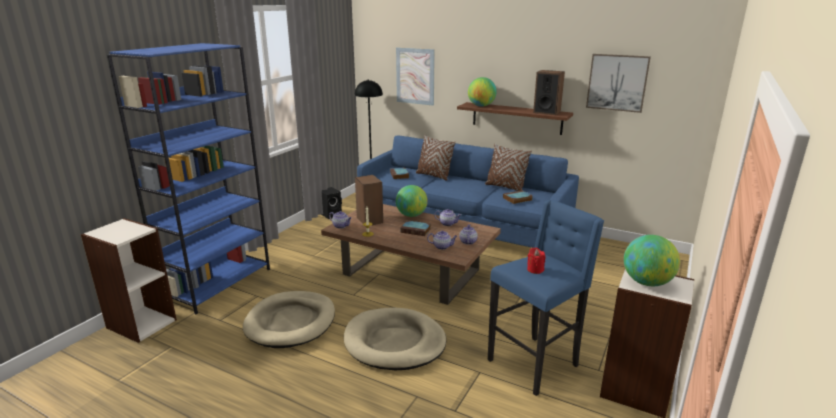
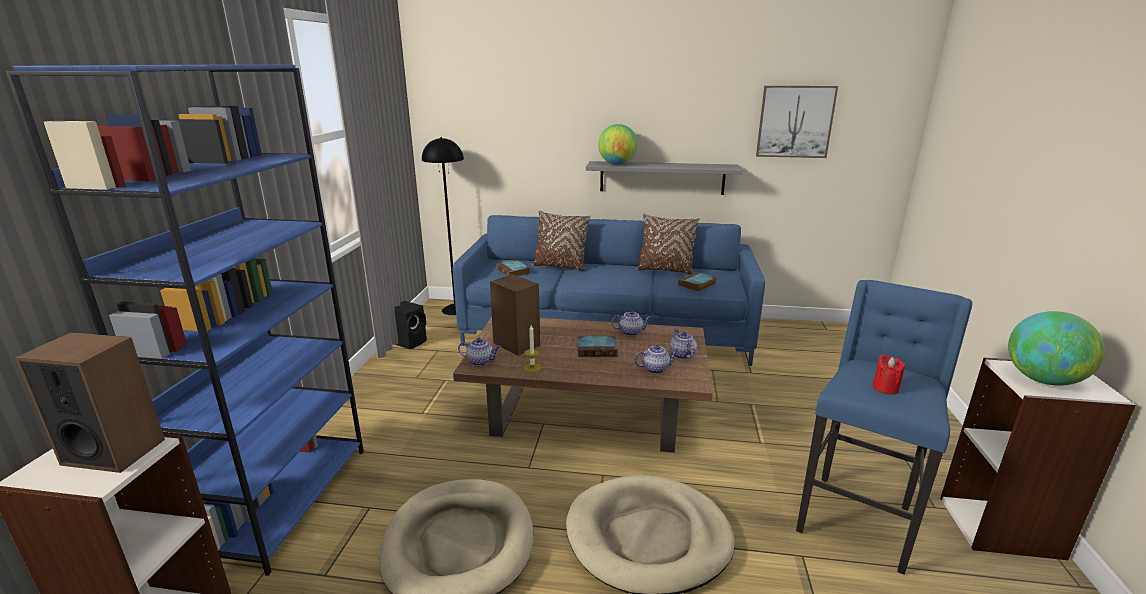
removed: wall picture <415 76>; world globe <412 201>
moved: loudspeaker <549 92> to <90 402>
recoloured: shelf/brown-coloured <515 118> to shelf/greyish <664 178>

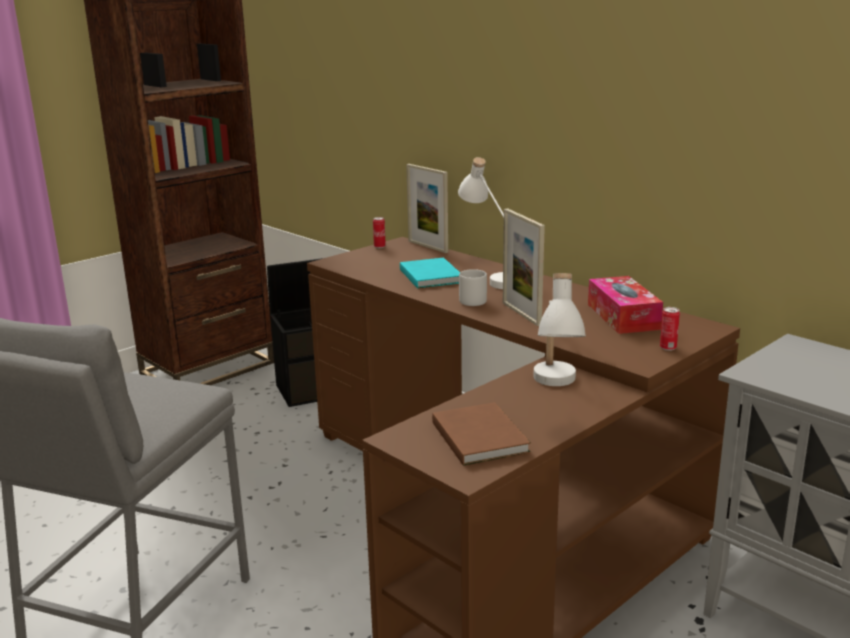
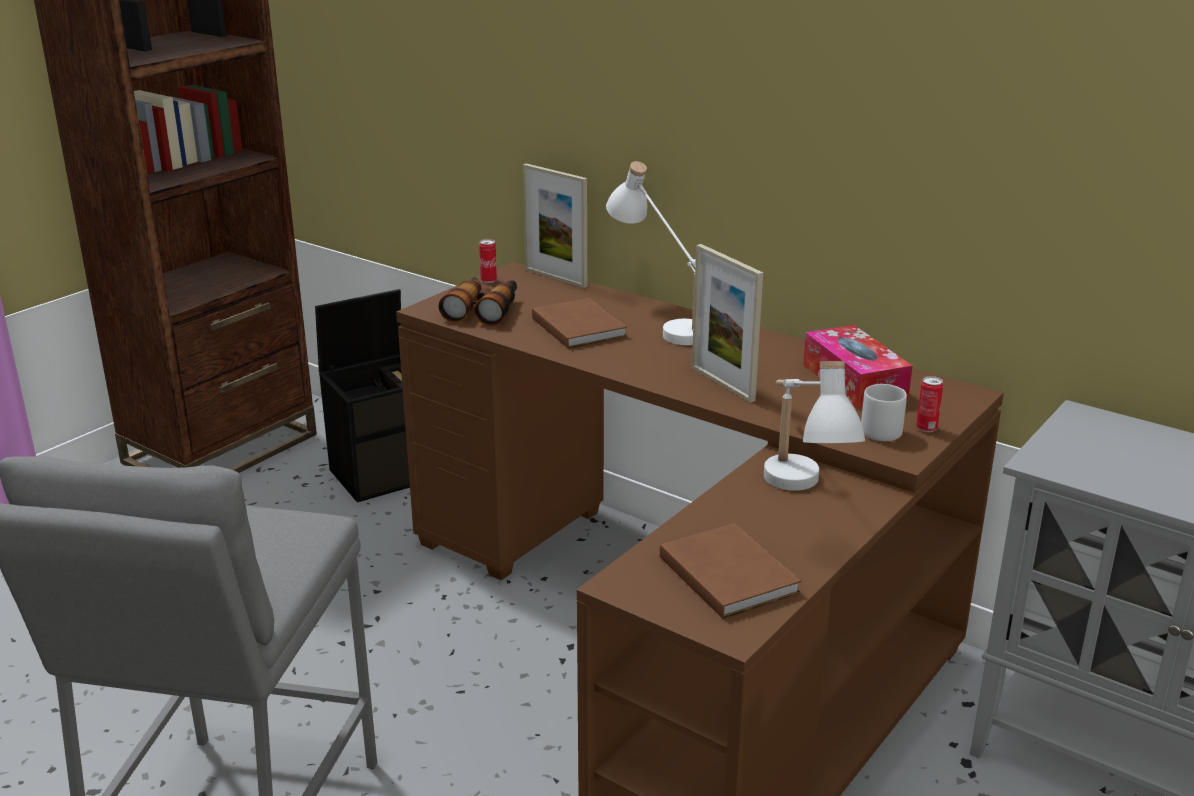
added: pair of binoculars <478 301>
moved: mug/greyish <473 287> to <884 412>
recoloured: bound book/blue-green <430 272> to bound book/brown-coloured <579 323>

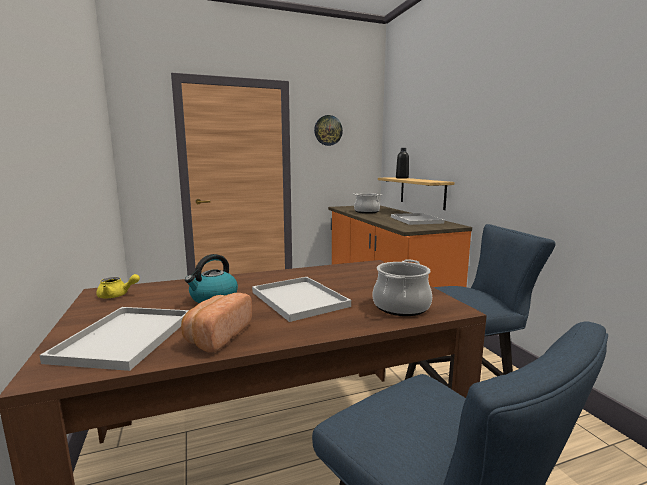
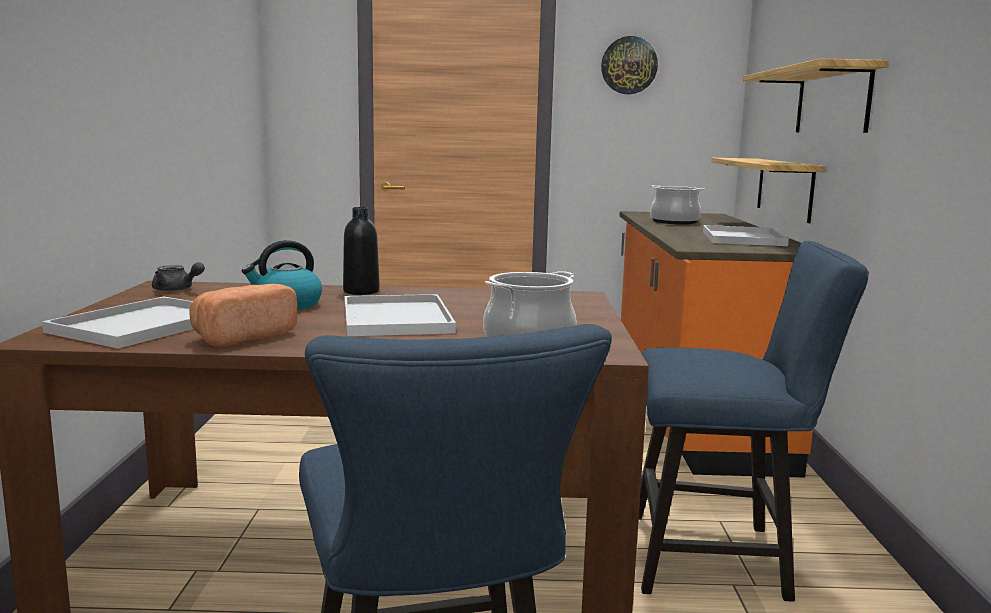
added: shelf <815 95>
moved: drink bottle/blackish <402 163> to <361 251>
recoloured: tea pot/yellow <118 286> to tea pot/greyish <178 277>

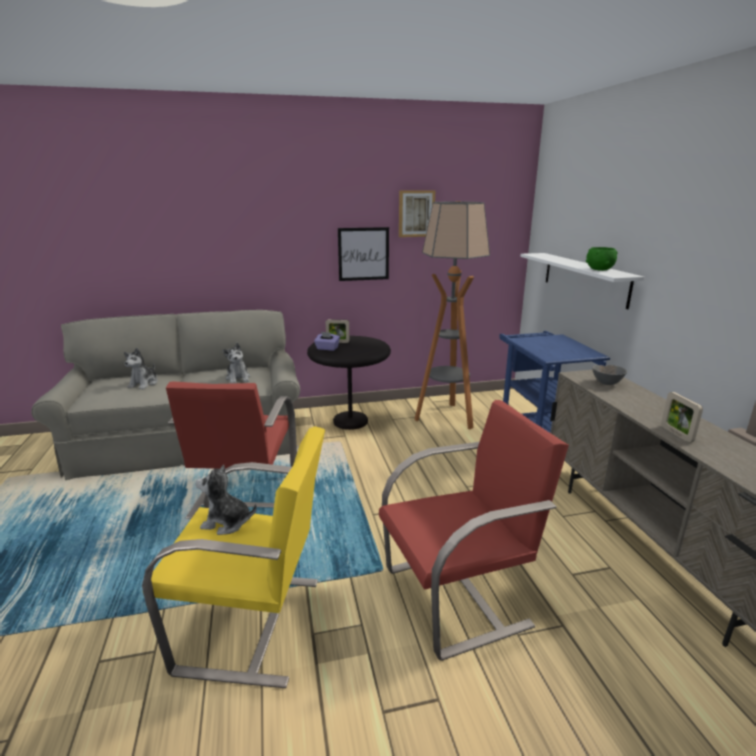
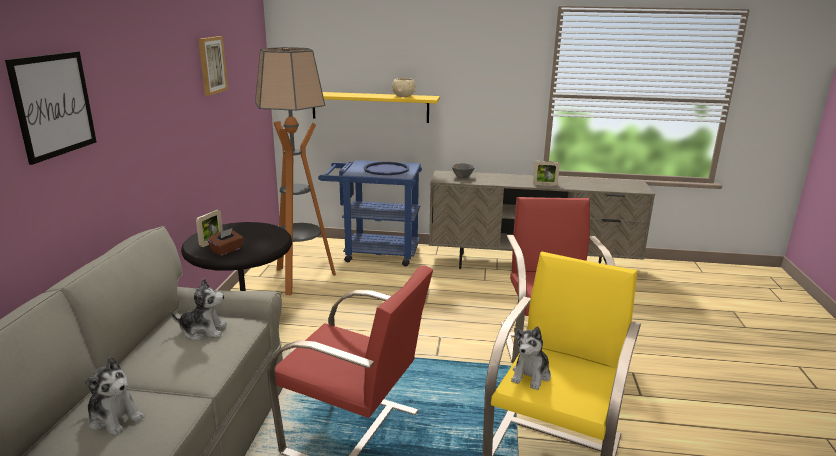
added: serving tray/bluish <386 168>
moved: wall picture <363 254> to <50 108>
recoloured: tissue box/purple-coloured <327 341> to tissue box/brown-coloured <225 242>; shelf/white-coloured <582 281> to shelf/yellow <376 107>; bowl/greenish <602 259> to bowl/sand-coloured <404 87>

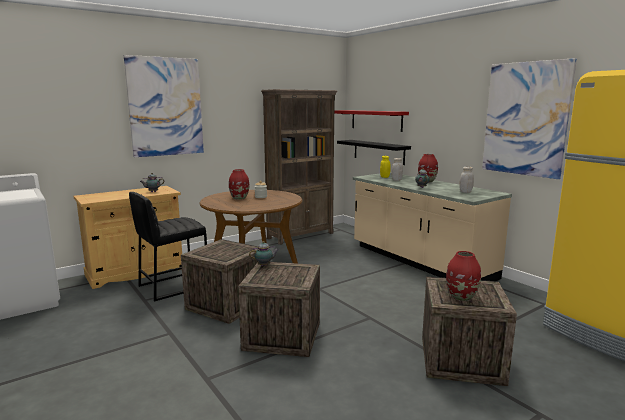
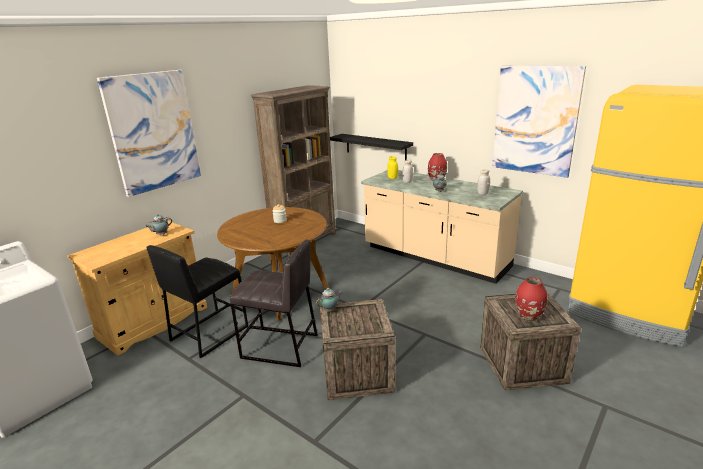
removed: flower vase/red <239 184>; shelf/red <371 121>
replaced: packing crate <219 281> to stool seat/greyish <274 303>

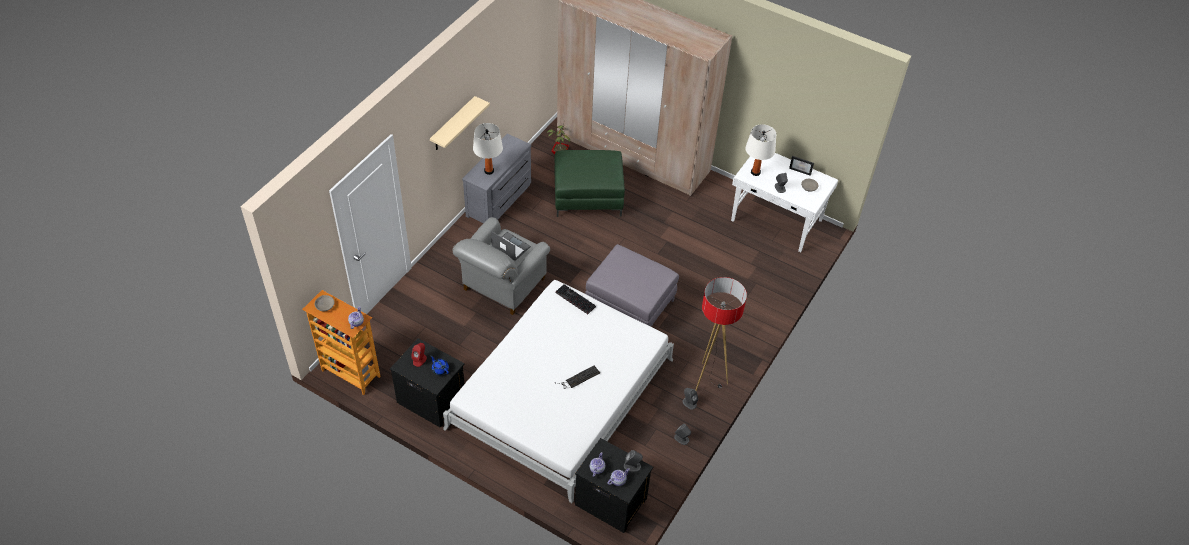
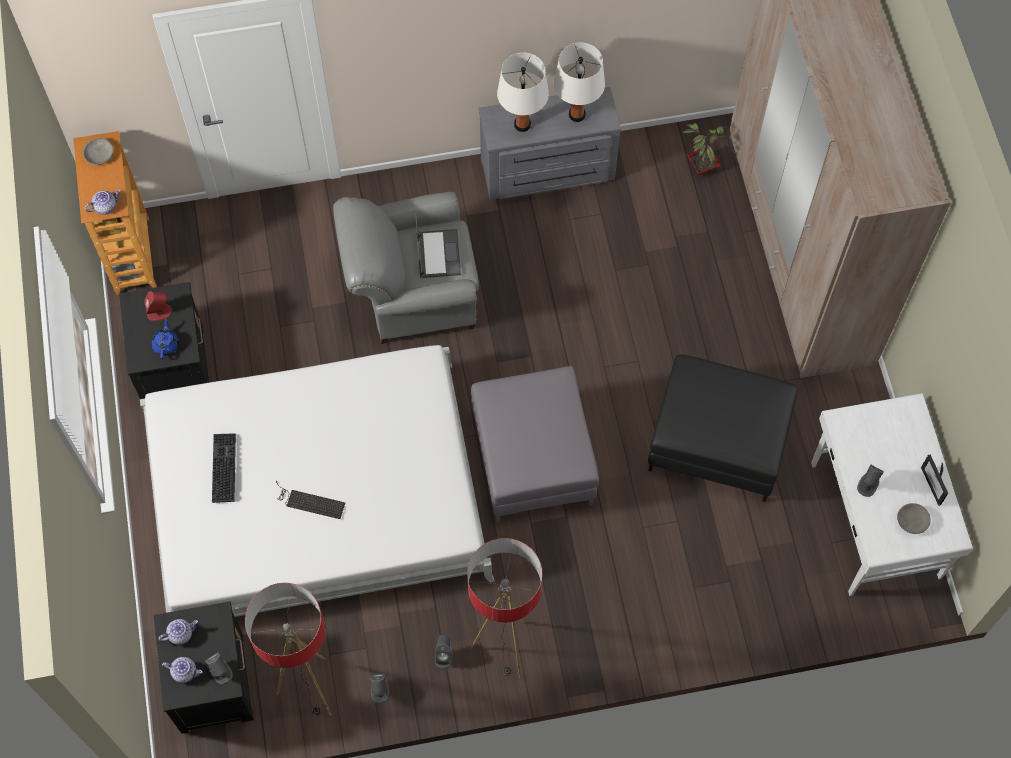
removed: shelf/sand-coloured <460 123>; ottoman/greenish <589 183>
added: standing lamp <288 649>; ottoman/blackish <723 428>
moved: computer keyboard <575 299> to <224 468>; lamp for a table/white-coloured <760 150> to <579 82>

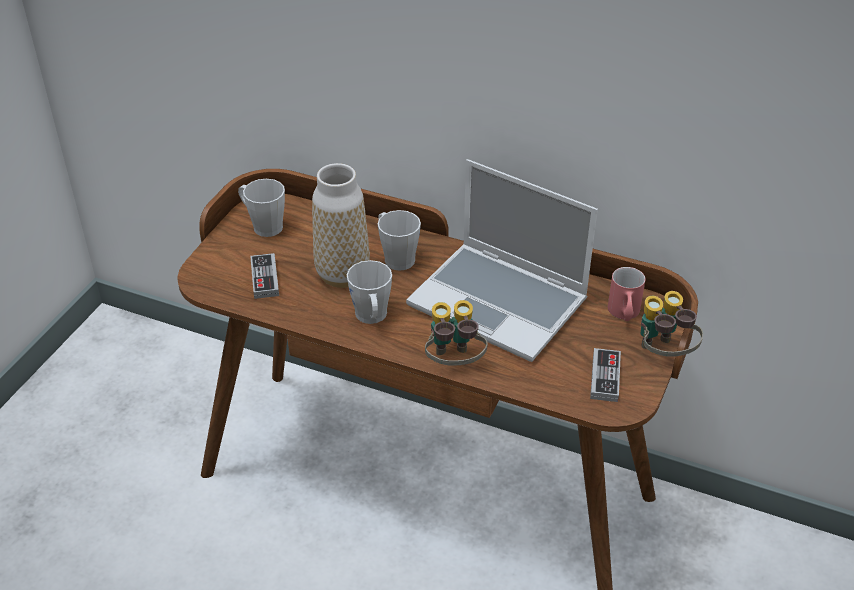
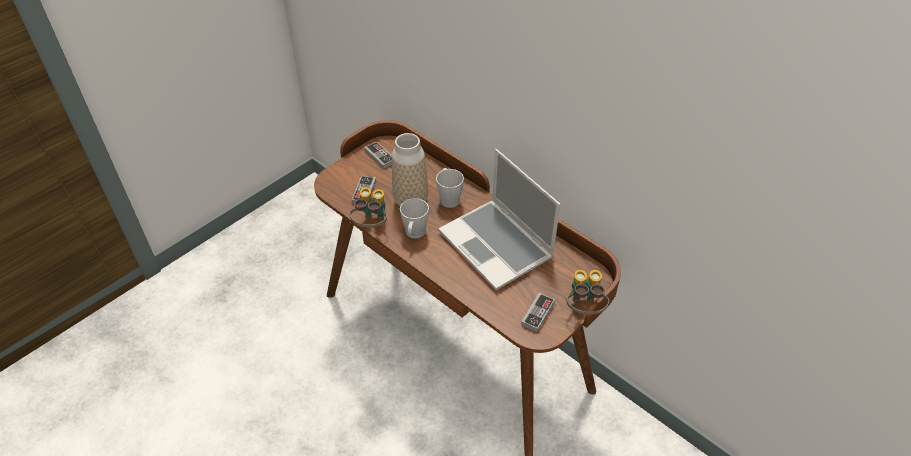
removed: mug/red <626 294>
moved: pair of binoculars <456 333> to <368 207>
replaced: mug/greyish <261 208> to gamepad <378 155>

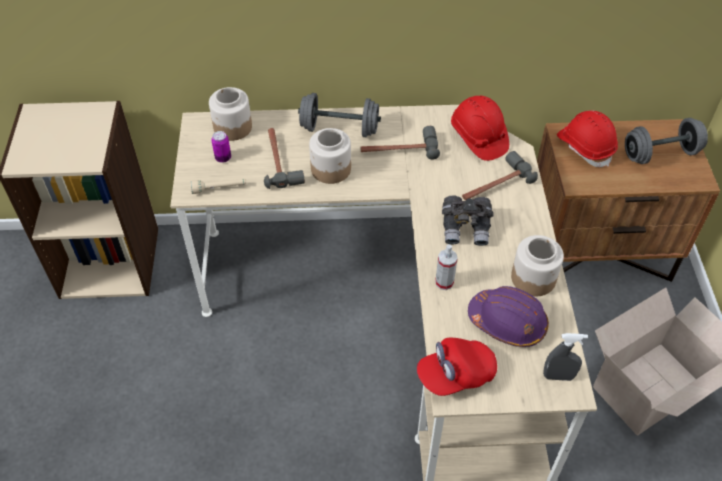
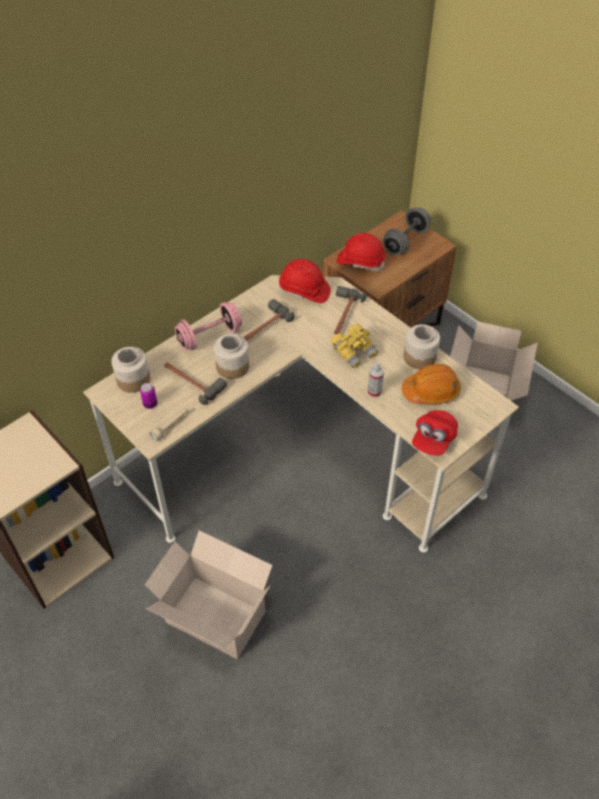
removed: hand sprayer/greyish <565 357>
added: packing box <208 594>
recoloured: dumbbell/greyish <339 115> to dumbbell/pink-coloured <208 326>; pair of binoculars/greyish <468 220> to pair of binoculars/yellow <354 346>; hard hat/purple-coloured <508 316> to hard hat/orange <431 384>

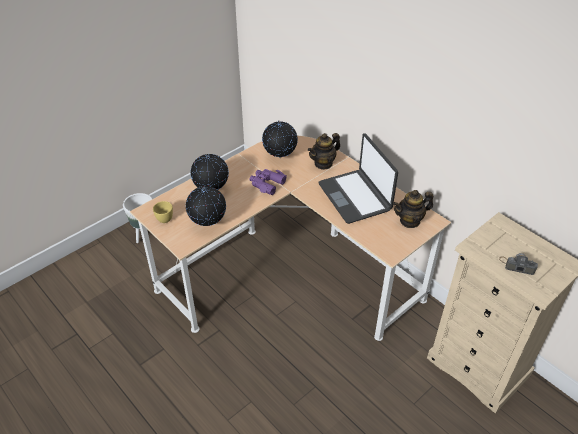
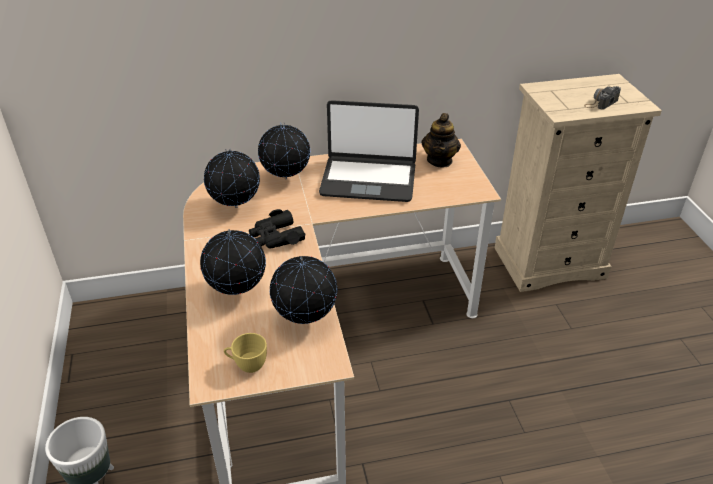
replaced: tea pot <324 151> to world globe <284 150>
recoloured: pair of binoculars/purple-coloured <268 182> to pair of binoculars/blackish <277 229>

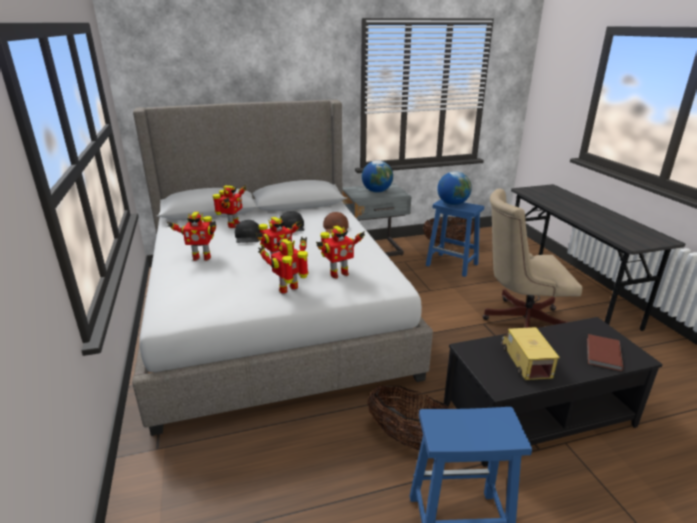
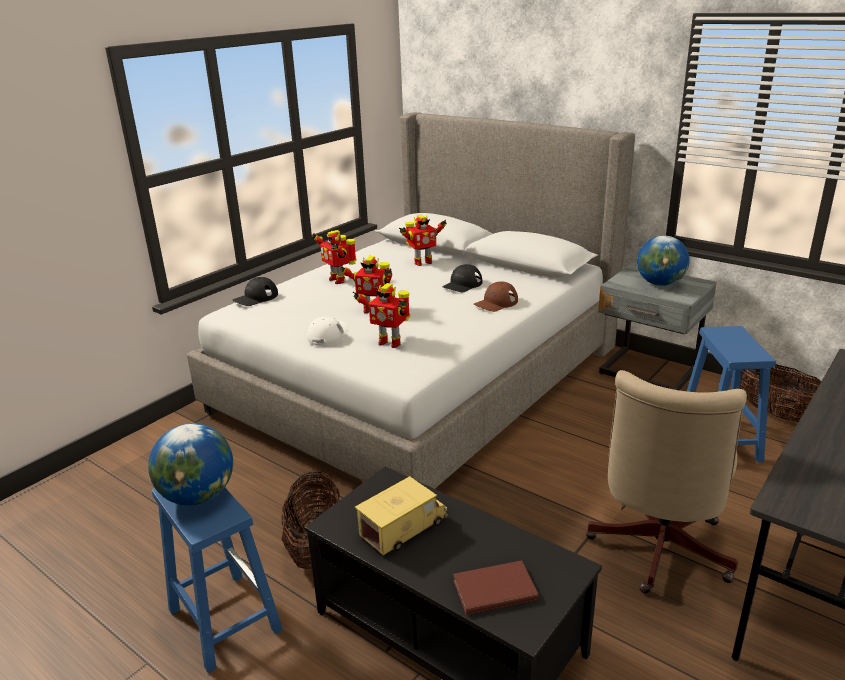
moved: cap/blackish <247 231> to <255 291>; world globe <454 188> to <190 464>
replaced: model robot <283 265> to cap/white-coloured <328 331>
turned: office chair/sand-coloured <533 258> = <666 481> 120 degrees counterclockwise

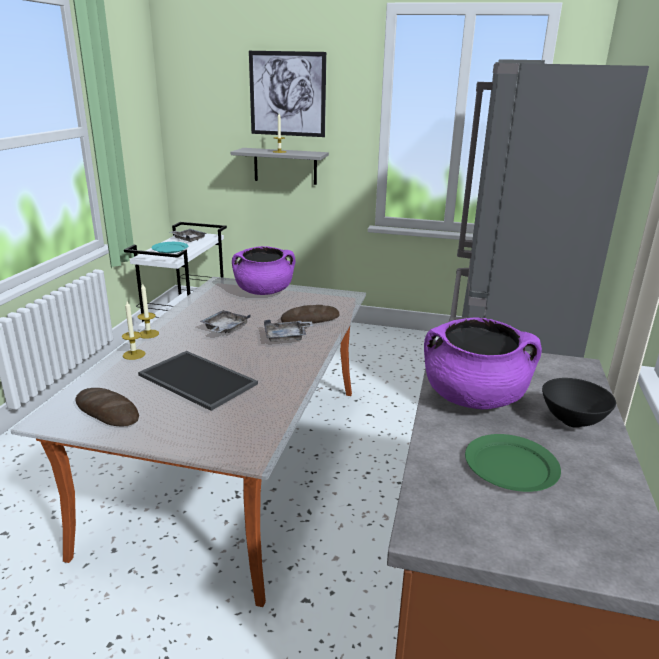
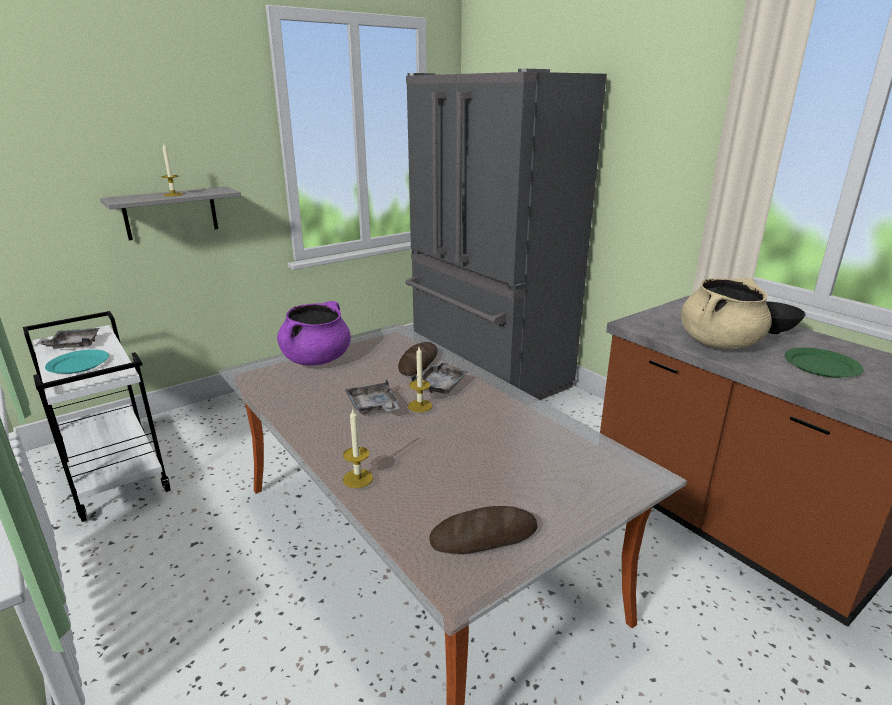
removed: serving tray <198 381>; wall picture <287 94>
moved: candle <148 311> to <420 379>
recoloured: stockpot/purple-coloured <483 363> to stockpot/sand-coloured <726 313>

